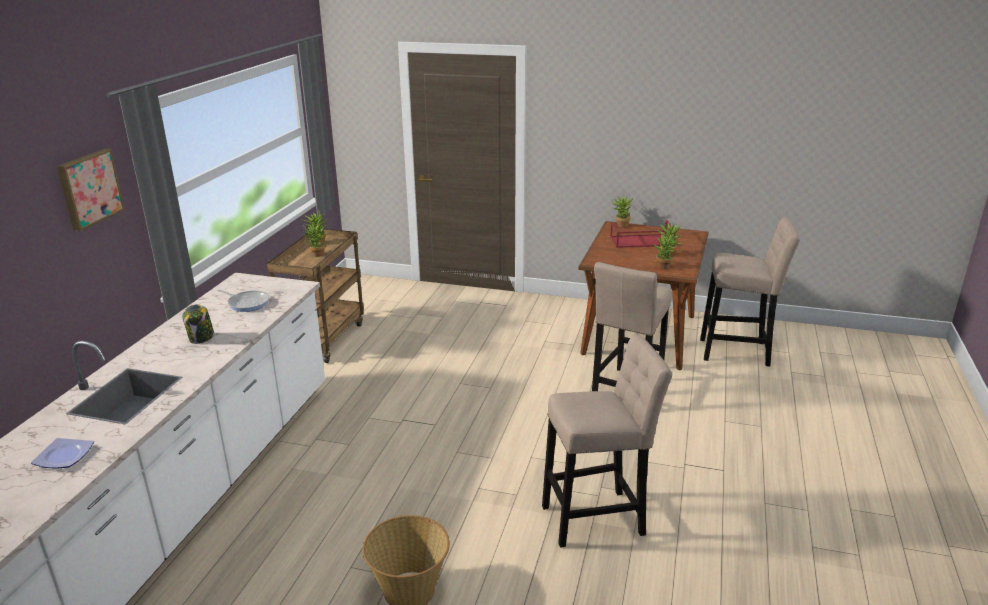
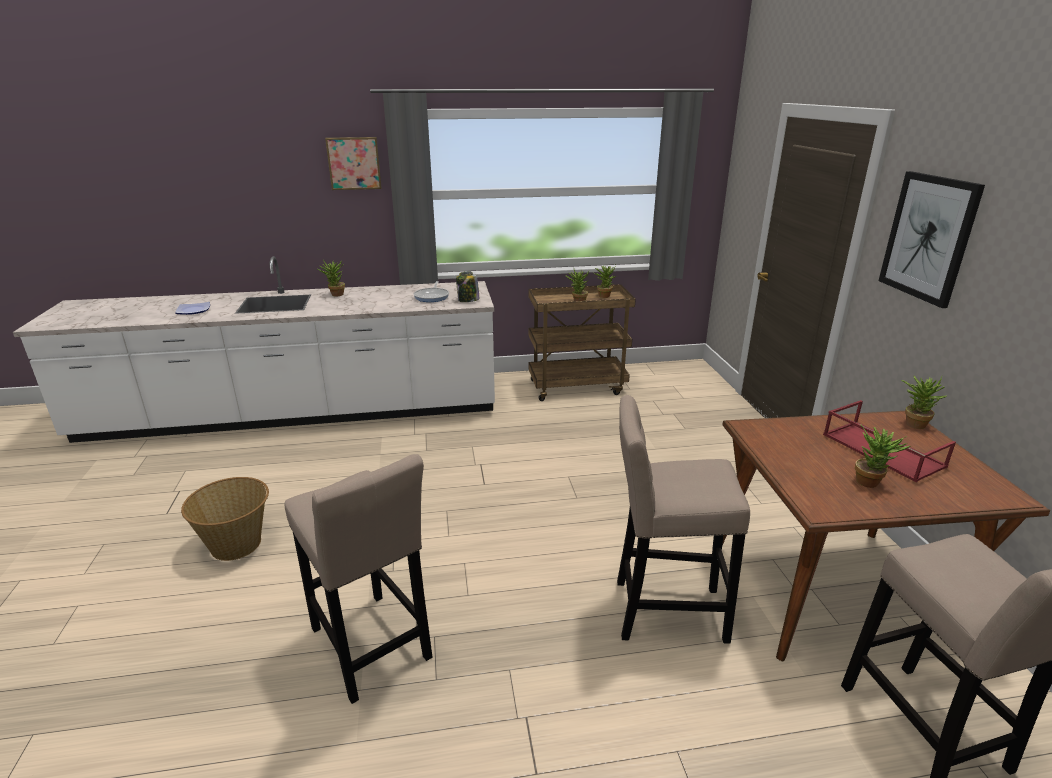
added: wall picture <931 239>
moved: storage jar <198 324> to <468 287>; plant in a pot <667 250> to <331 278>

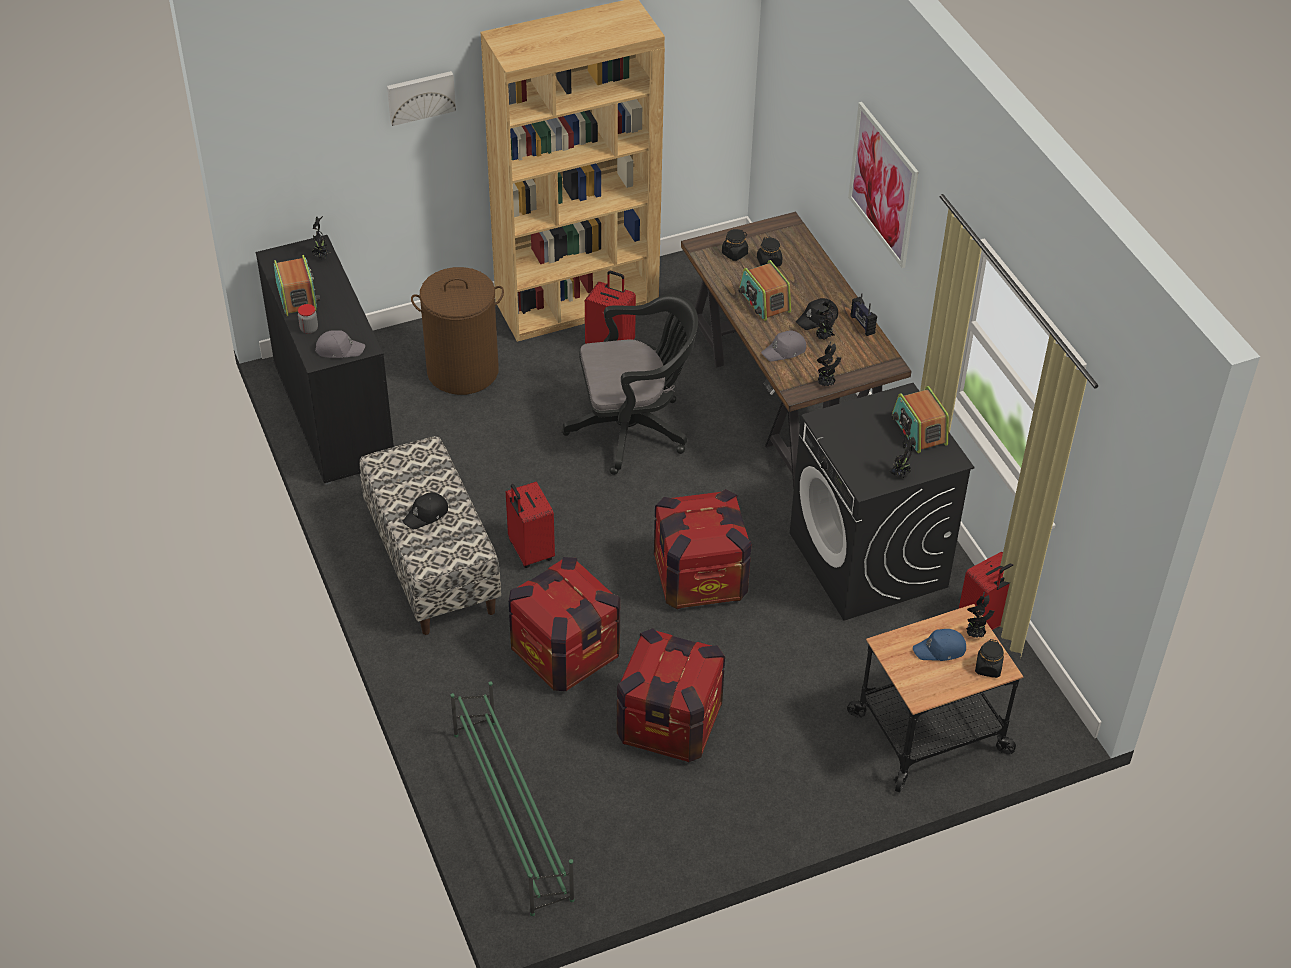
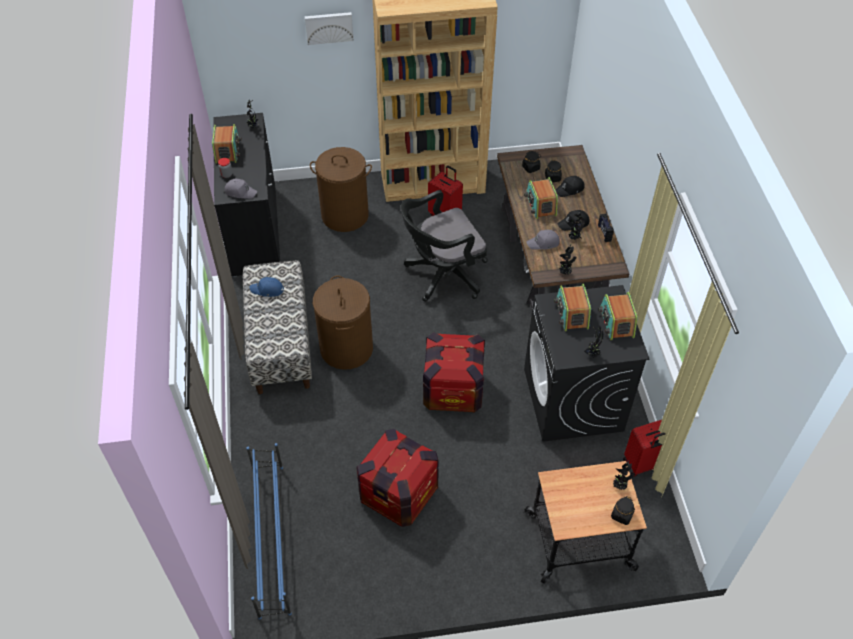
removed: packing crate <564 624>; wall picture <883 185>
added: radio <572 307>
moved: cap/blackish <425 511> to <570 186>; cap/bluish <939 645> to <266 287>
replaced: travel case/red <530 525> to hamper/brown-coloured <343 322>
recoloured: shoe shelf/greenish <512 798> to shoe shelf/bluish <269 531>
turned: office chair/blackish <630 384> = <444 246> 150 degrees clockwise

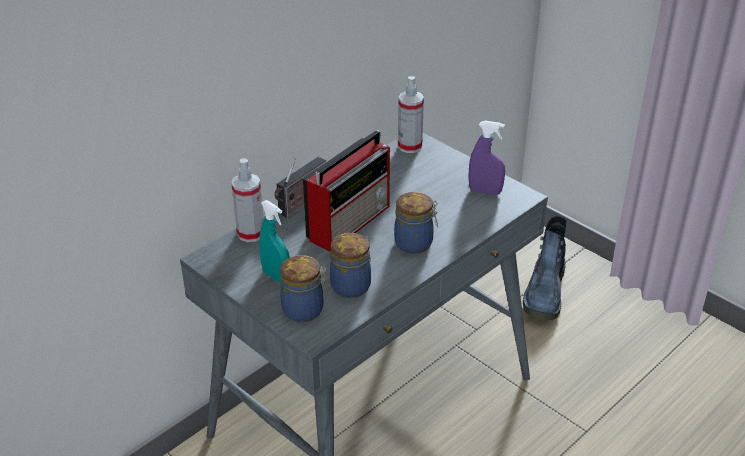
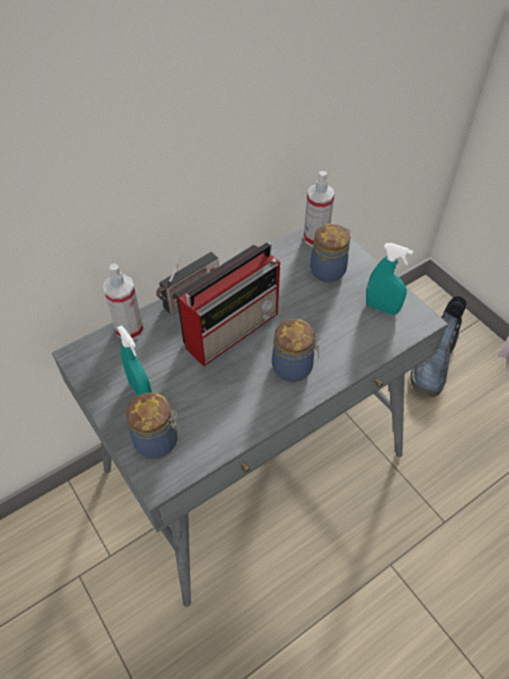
moved: storage jar <350 265> to <330 253>
recoloured: hand sprayer/purple-coloured <487 158> to hand sprayer/blue-green <389 279>

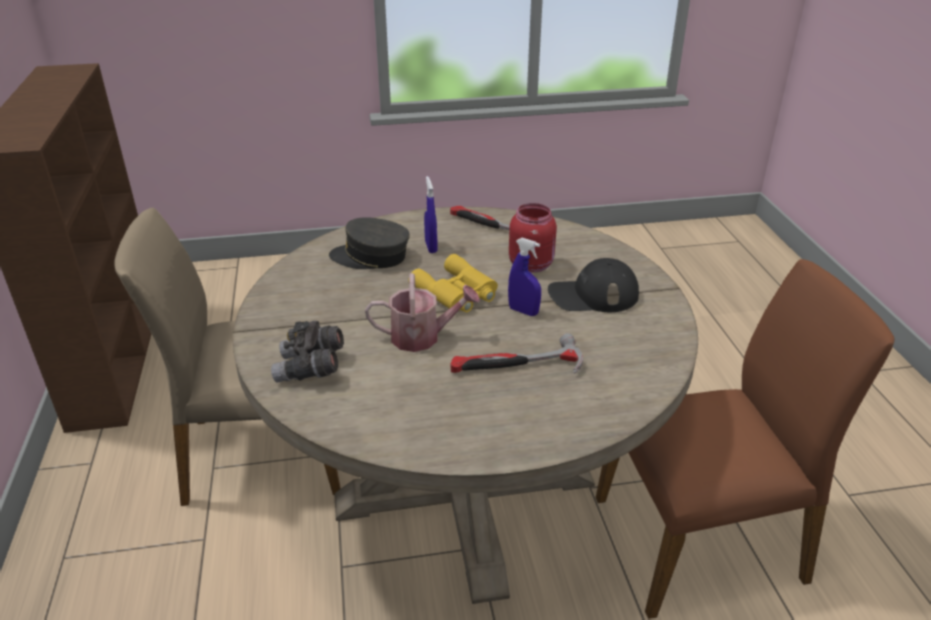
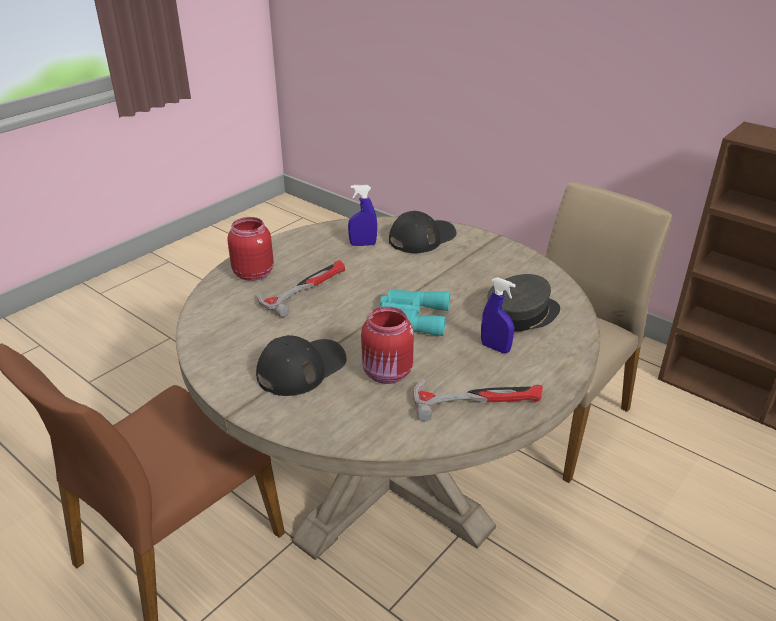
removed: watering pot <422 312>
added: storage jar/red <251 249>
moved: hand sprayer/bluish <524 277> to <362 215>
replaced: pair of binoculars/greyish <307 351> to cap/blackish <422 232>
recoloured: pair of binoculars/yellow <453 283> to pair of binoculars/blue-green <415 312>

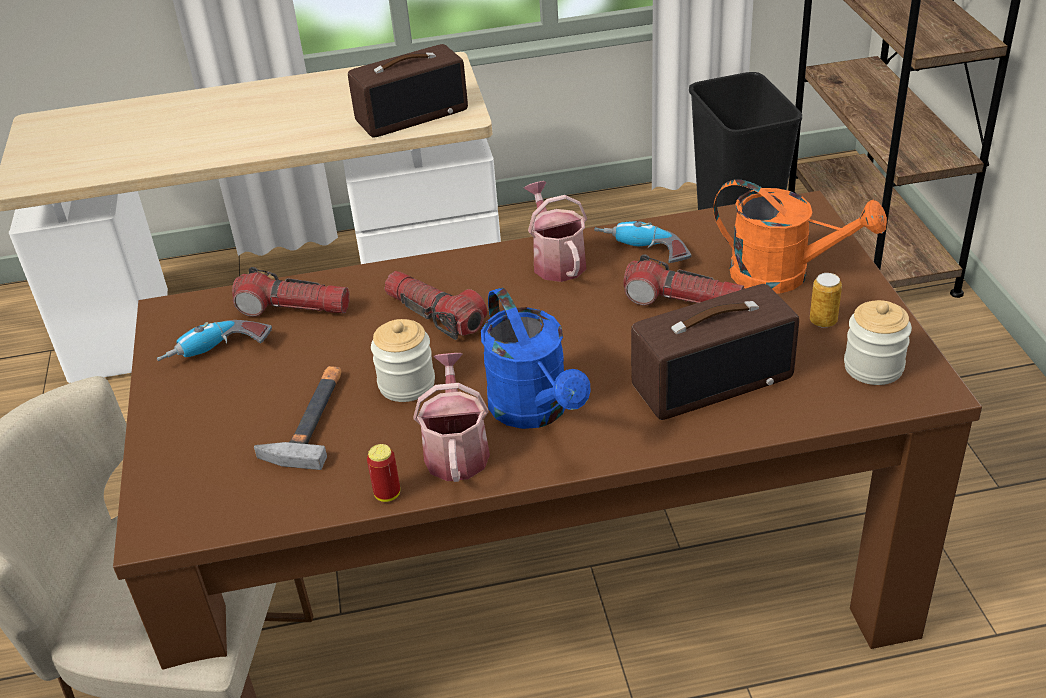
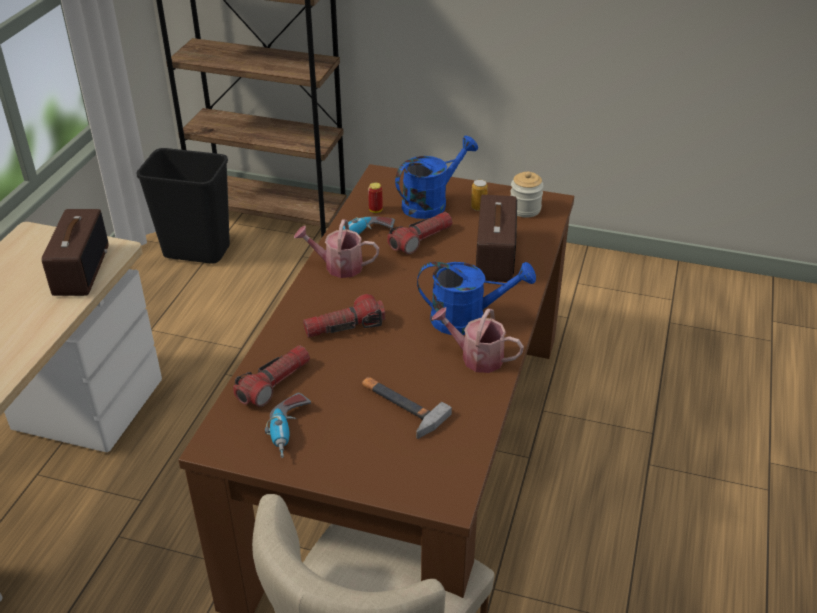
removed: storage jar <403 360>
moved: sealed can <383 473> to <375 198>
recoloured: watering pot/orange <800 236> to watering pot/bluish <436 177>

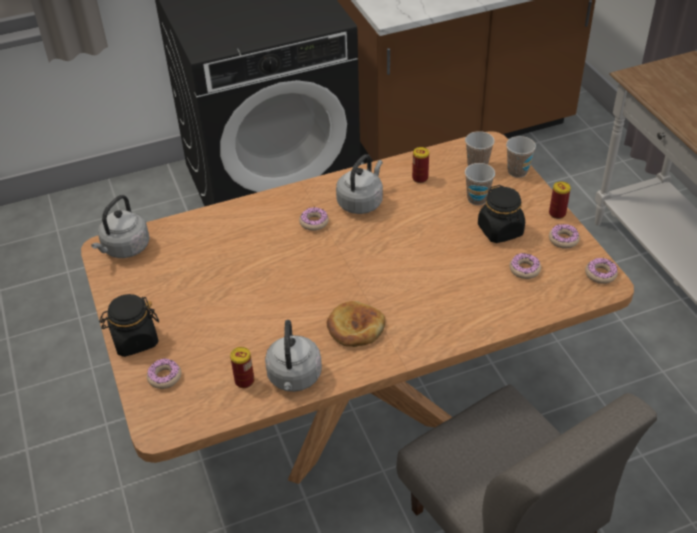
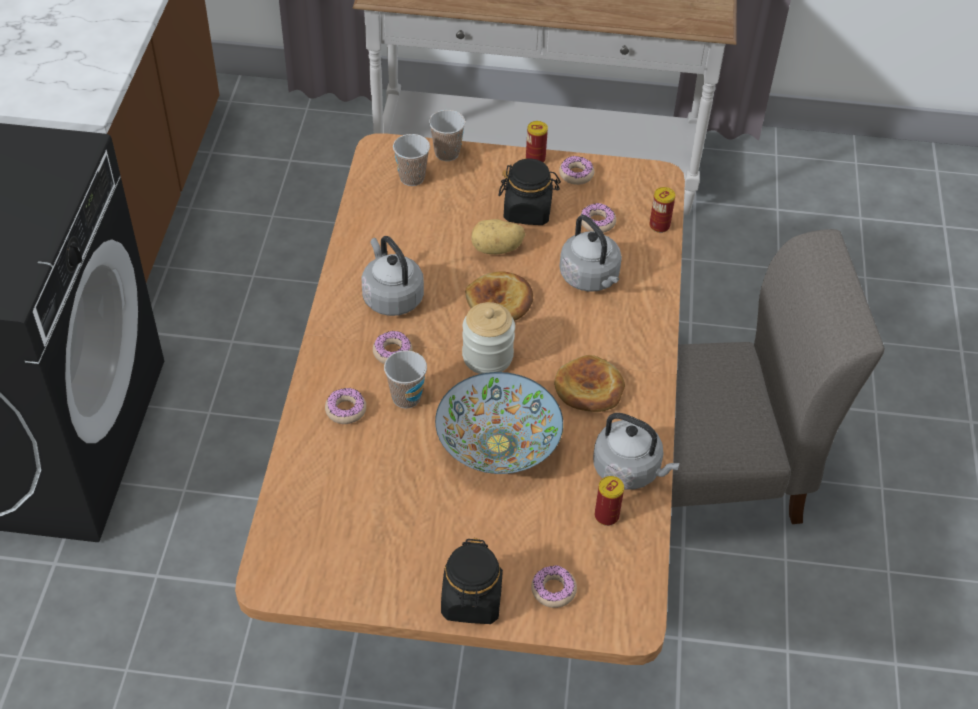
added: bowl <499 423>; storage jar <488 338>; bread <499 296>; whole potato <498 236>
moved: kettle/greyish <120 226> to <590 253>; sealed can <420 165> to <662 210>; drinking cup <480 184> to <405 380>; ring doughnut <601 271> to <345 406>

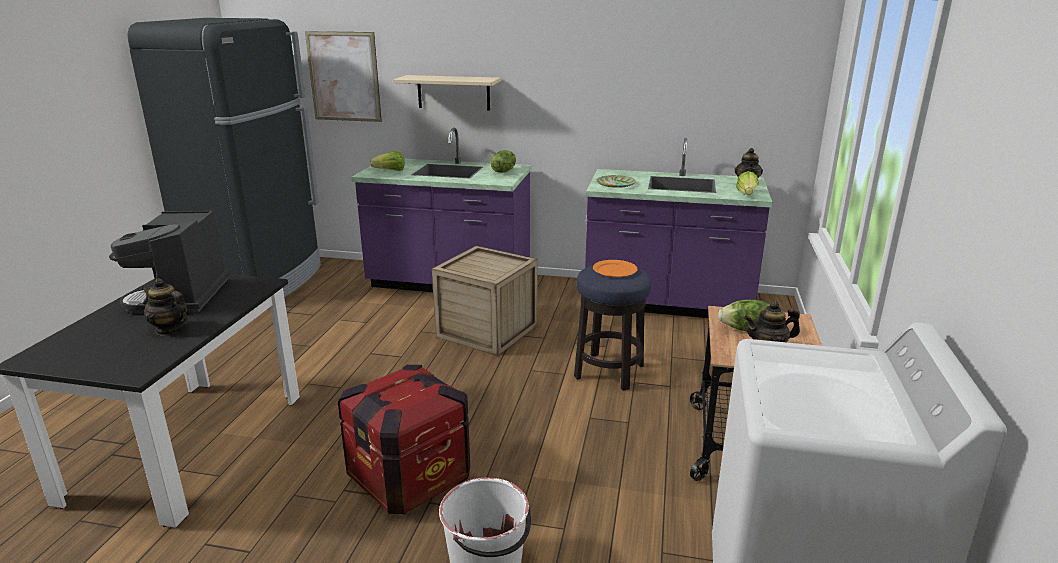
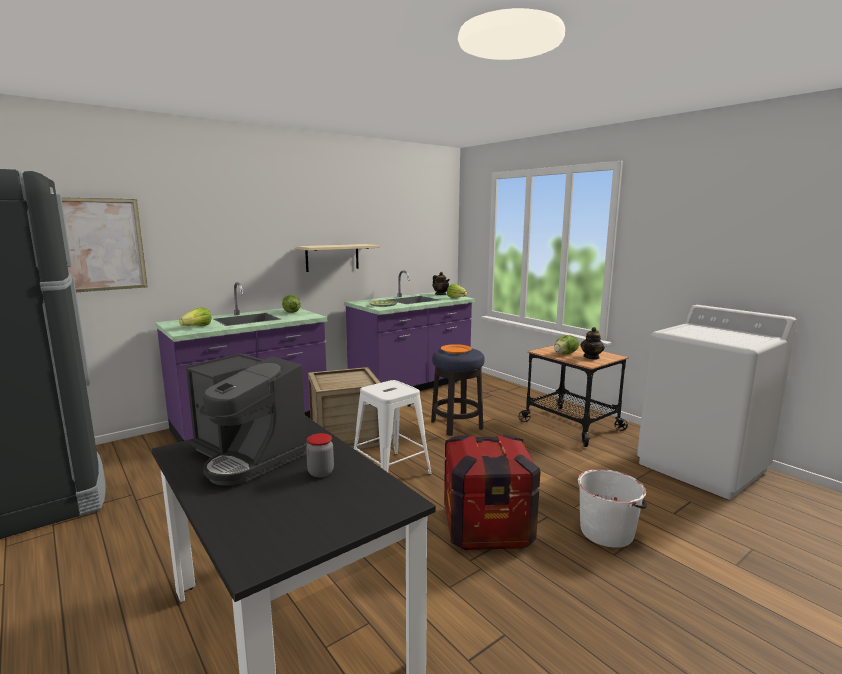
added: stool seat/white-coloured <393 427>
moved: shelf/sand-coloured <447 93> to <338 258>
replaced: tea pot <165 306> to storage jar <320 455>

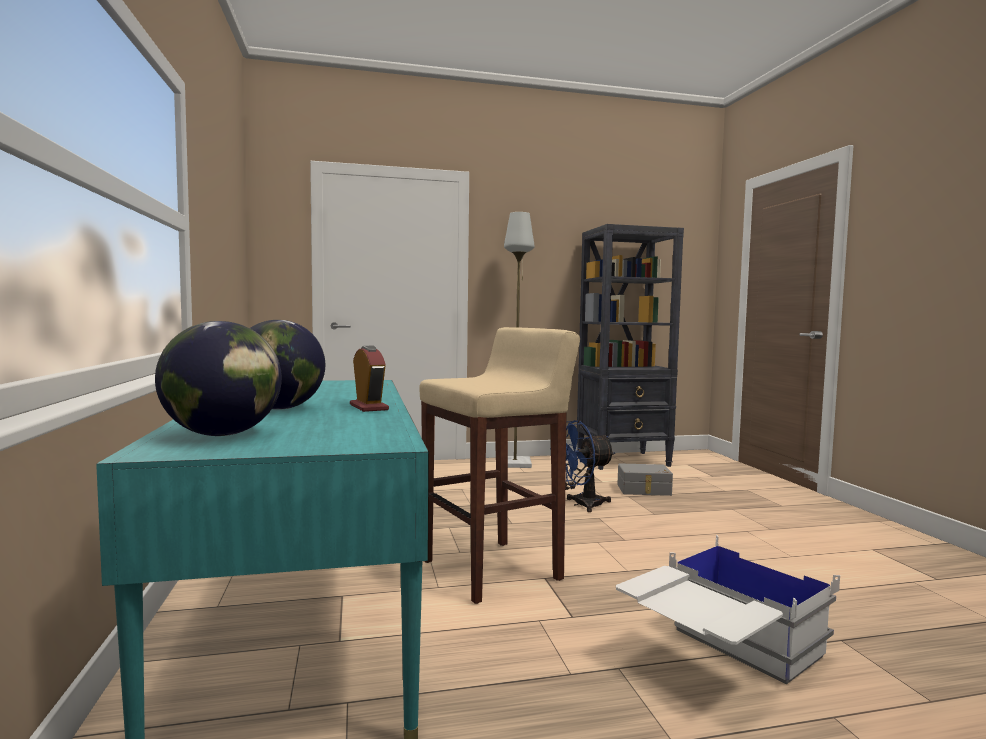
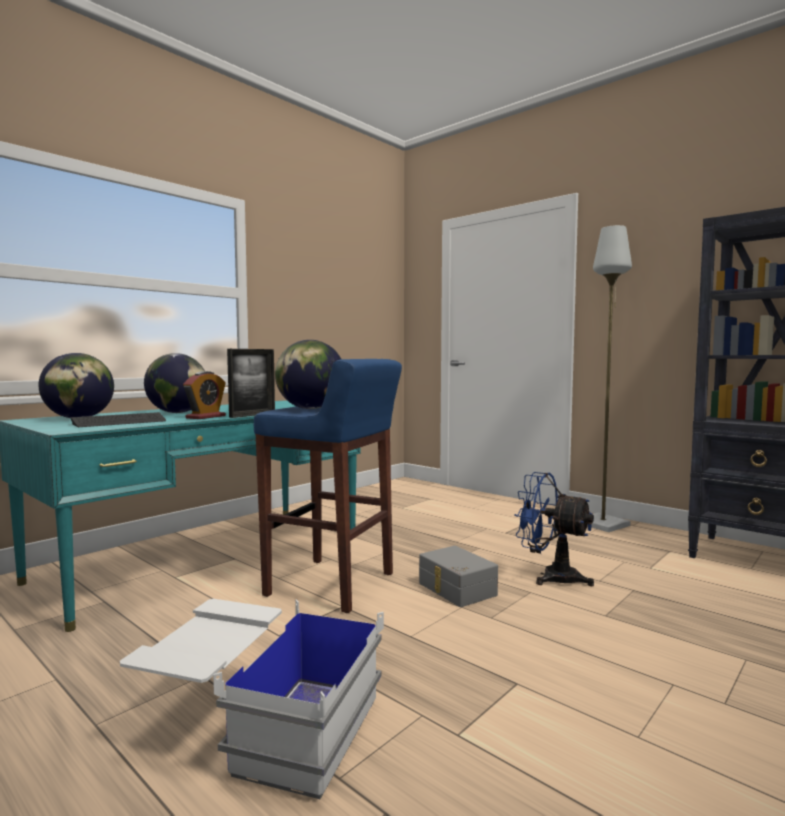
added: computer keyboard <118 419>; standing frame <251 383>; world globe <308 374>
moved: storage container/greyish <645 479> to <458 576>
recoloured: stool seat/sand-coloured <499 465> to stool seat/bluish <328 486>

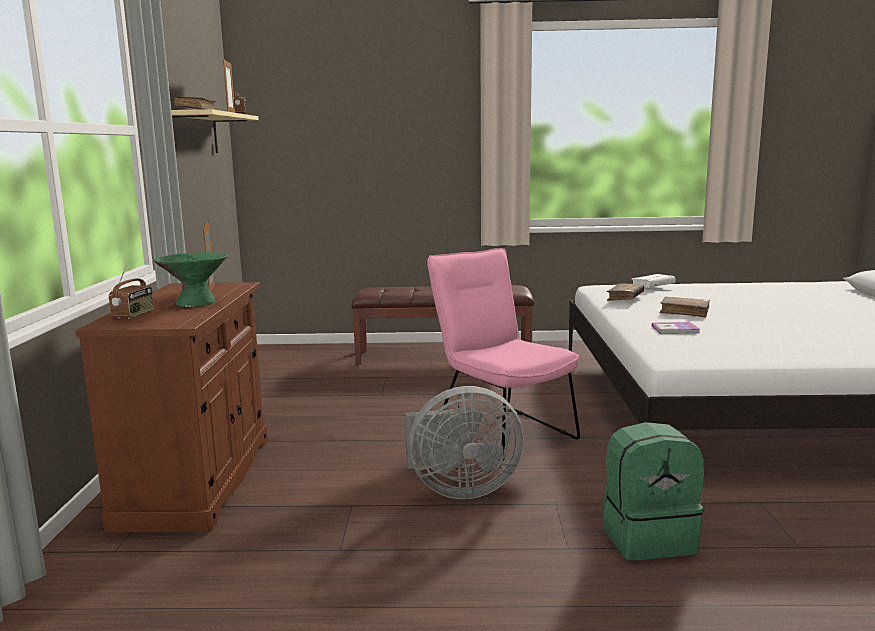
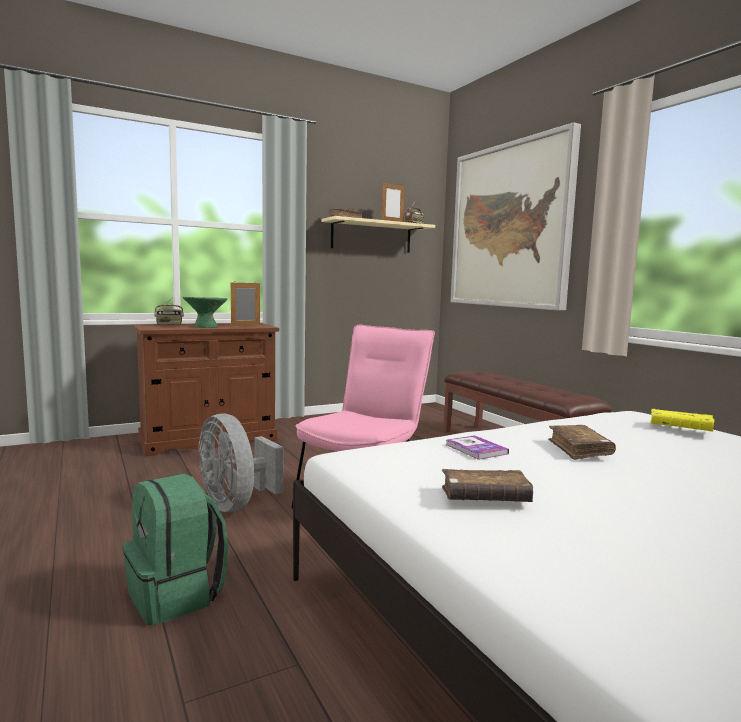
added: wall picture <516 216>
moved: bound book/brown-coloured <625 292> to <487 485>
recoloured: bound book/white-coloured <653 281> to bound book/yellow <682 420>

